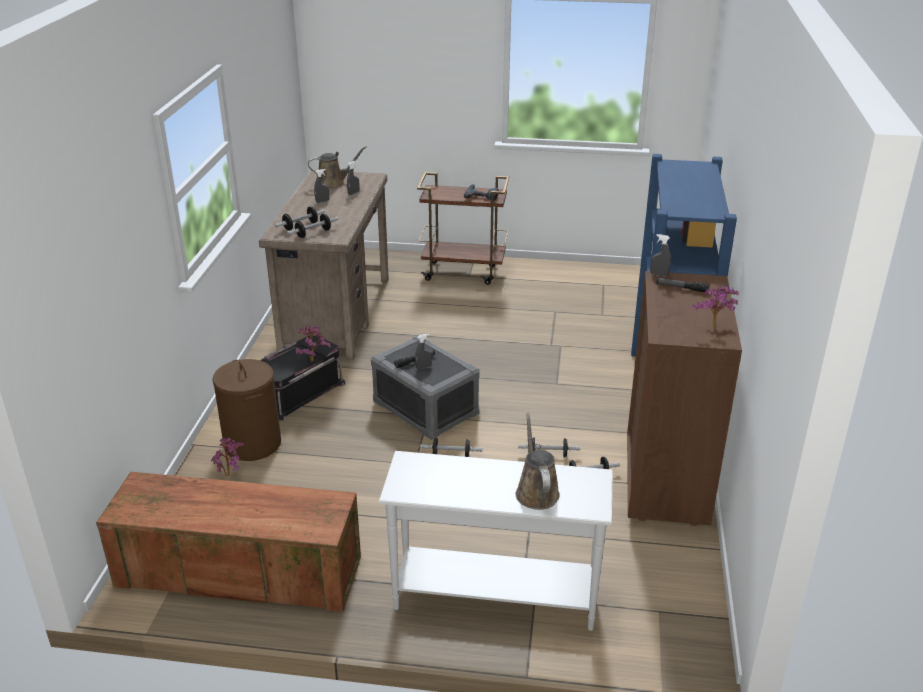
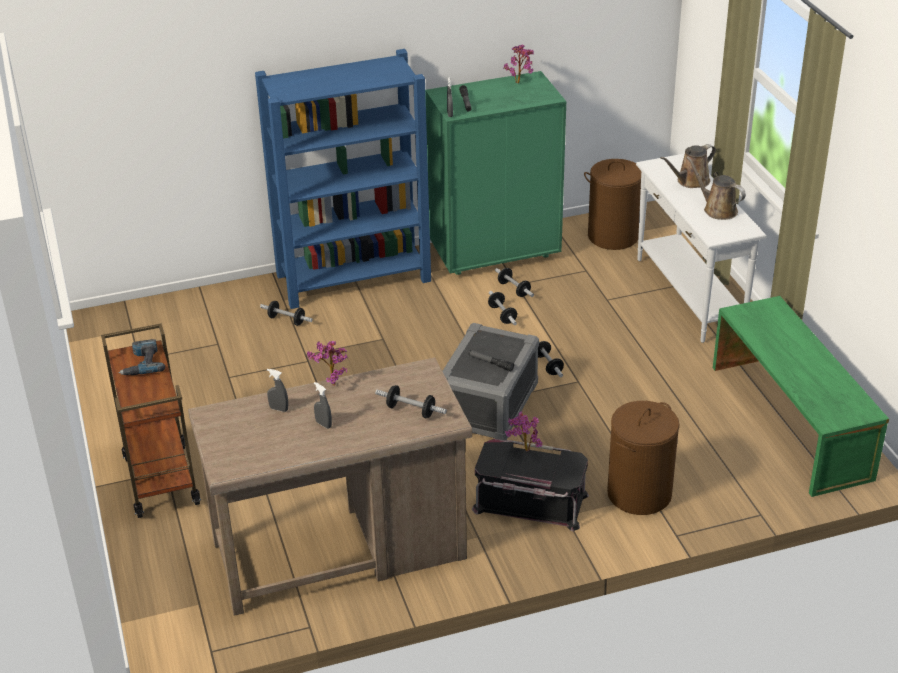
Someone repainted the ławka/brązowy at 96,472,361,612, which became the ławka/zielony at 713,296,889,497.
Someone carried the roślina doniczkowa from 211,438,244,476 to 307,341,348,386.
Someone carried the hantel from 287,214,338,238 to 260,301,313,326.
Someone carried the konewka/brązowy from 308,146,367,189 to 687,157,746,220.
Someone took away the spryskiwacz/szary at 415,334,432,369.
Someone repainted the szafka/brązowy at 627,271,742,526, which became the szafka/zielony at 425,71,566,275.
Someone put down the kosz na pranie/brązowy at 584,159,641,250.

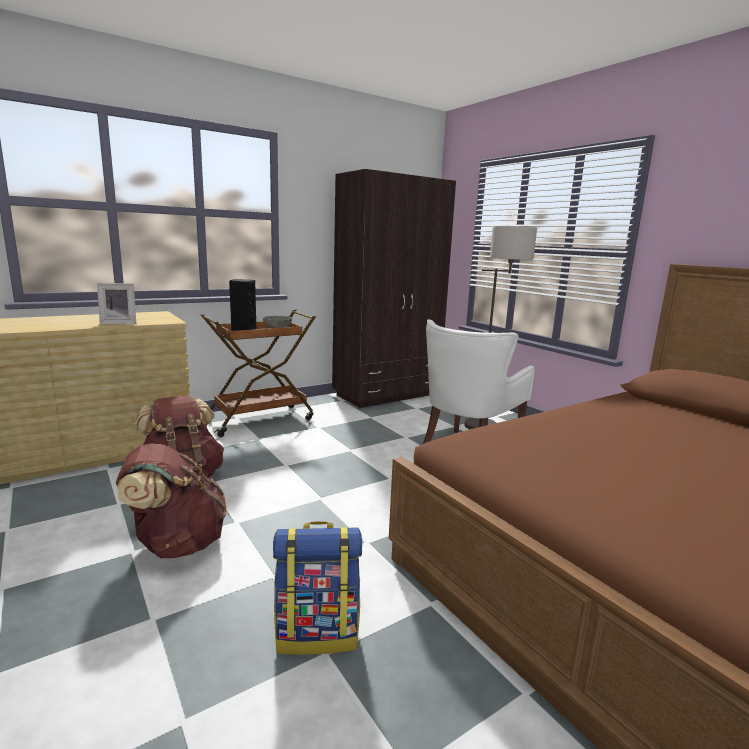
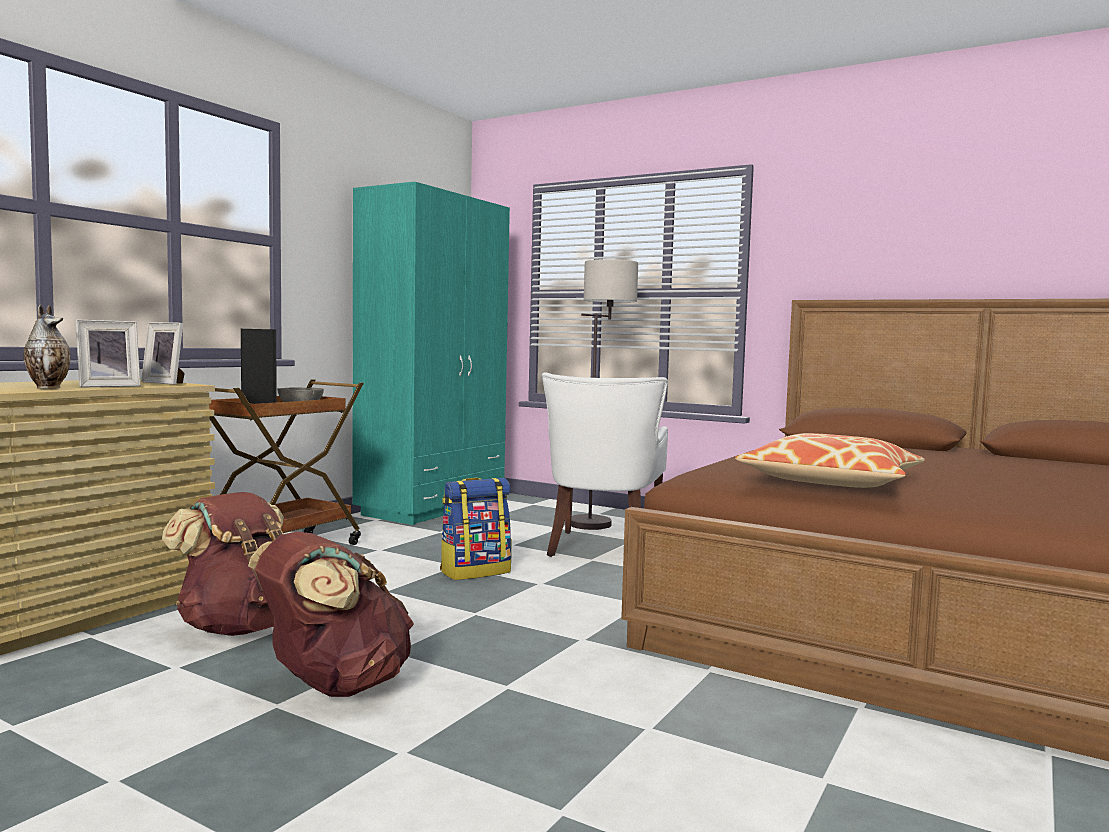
Someone carried the plecak from 273,521,362,655 to 440,478,512,580.
Someone repainted the szafa/brązowy at 332,169,456,409, which became the szafa/turkusowy at 352,182,510,525.
Someone put down the wazon at 23,304,71,389.
Someone put down the ramka na zdjęcie at 141,322,185,385.
Someone put down the poduszka at 735,433,925,488.

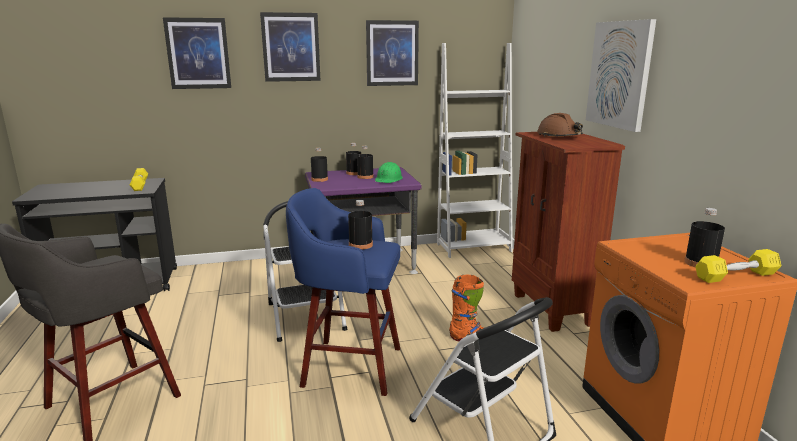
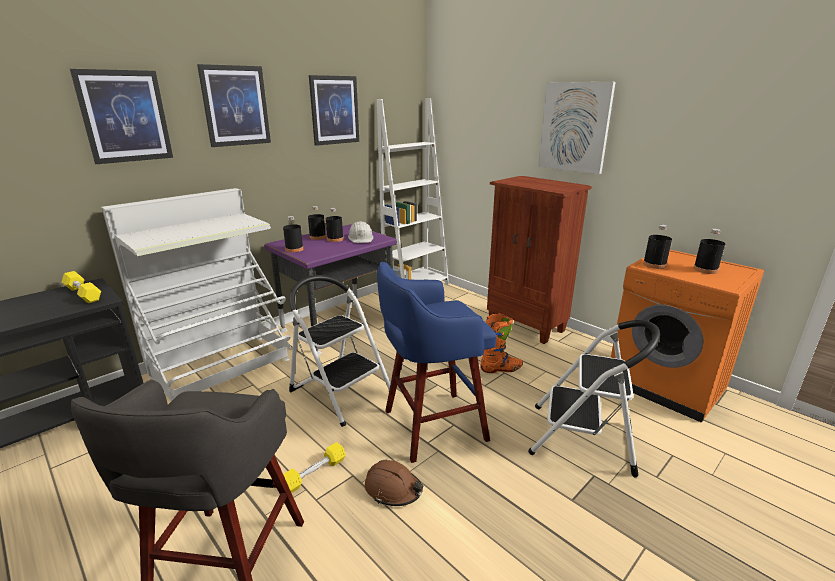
Someone carried the butelka/czarny from 348,200,373,250 to 643,225,672,269.
Someone repainted the kask/zielony at 375,162,403,183, which became the kask/biały at 348,221,374,243.
Someone carried the kask/brązowy from 537,113,583,137 to 365,459,423,506.
Someone carried the hantel/żółty from 696,249,781,283 to 283,442,345,493.
Someone put down the regał na buty/biały at 102,188,291,401.

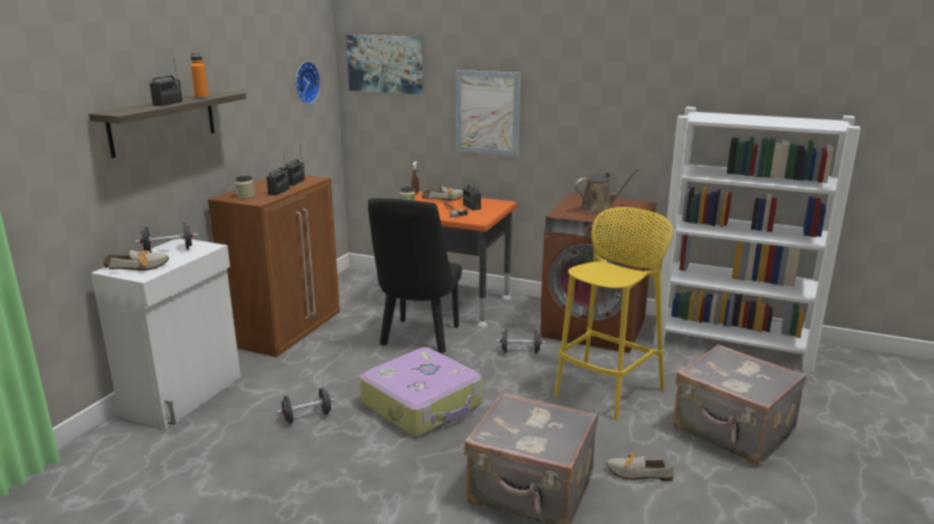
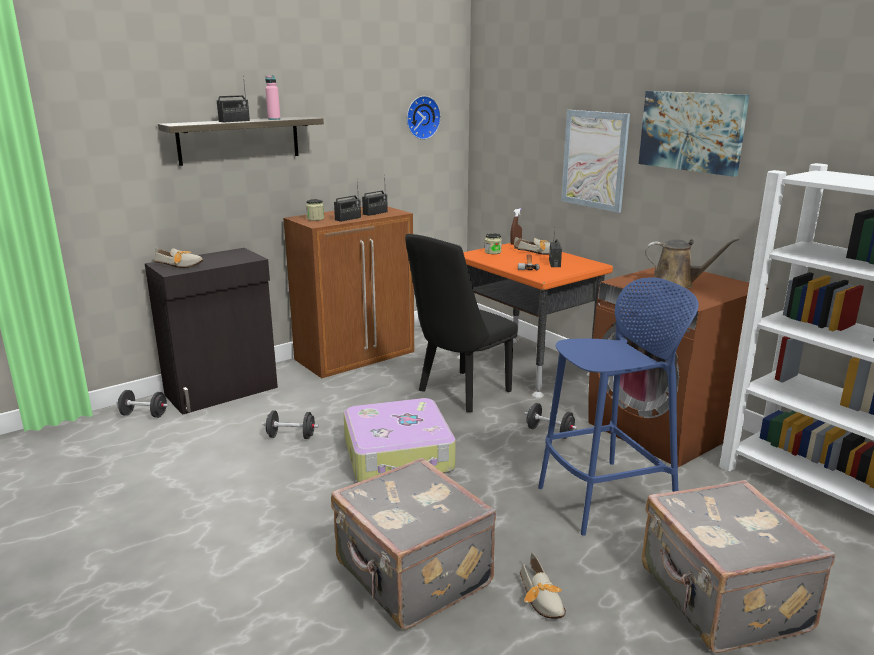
Someone repainted the szafka/biały at 91,239,241,430, which became the szafka/czarny at 145,248,278,415.
Someone carried the hantel/czarny from 135,223,198,253 to 116,390,168,418.
Someone repainted the butelka/pomarańczowy at 190,52,209,99, which became the butelka/różowy at 265,75,280,120.
Someone carried the obraz from 346,35,423,94 to 638,91,749,177.
Someone repainted the stołek/żółty at 554,207,673,420, which became the stołek/niebieski at 538,277,699,536.
Someone rotated the but at 606,454,674,481 by 150 degrees counterclockwise.

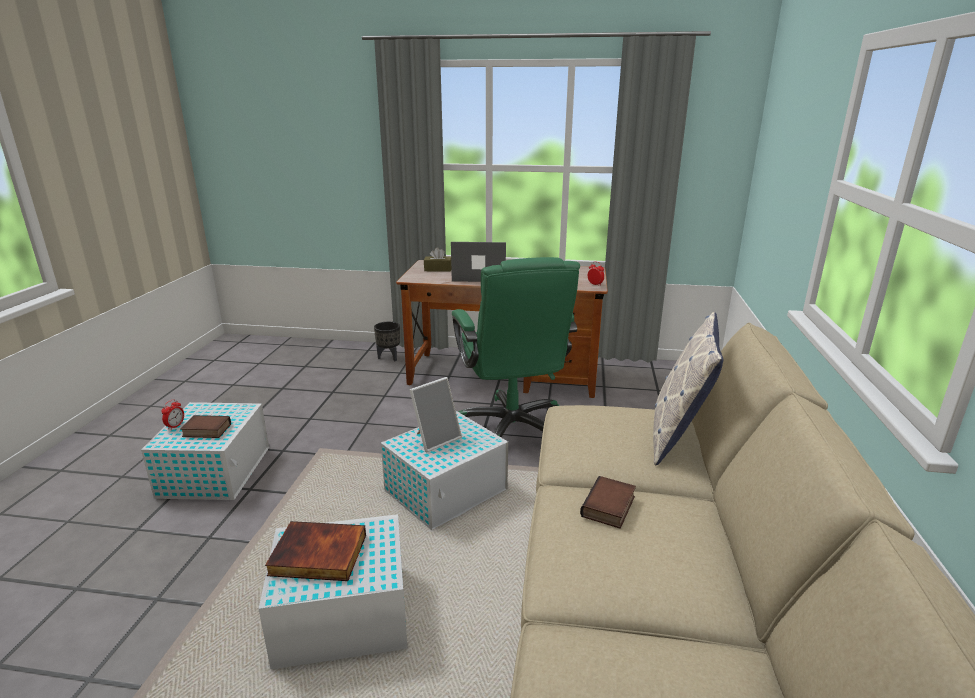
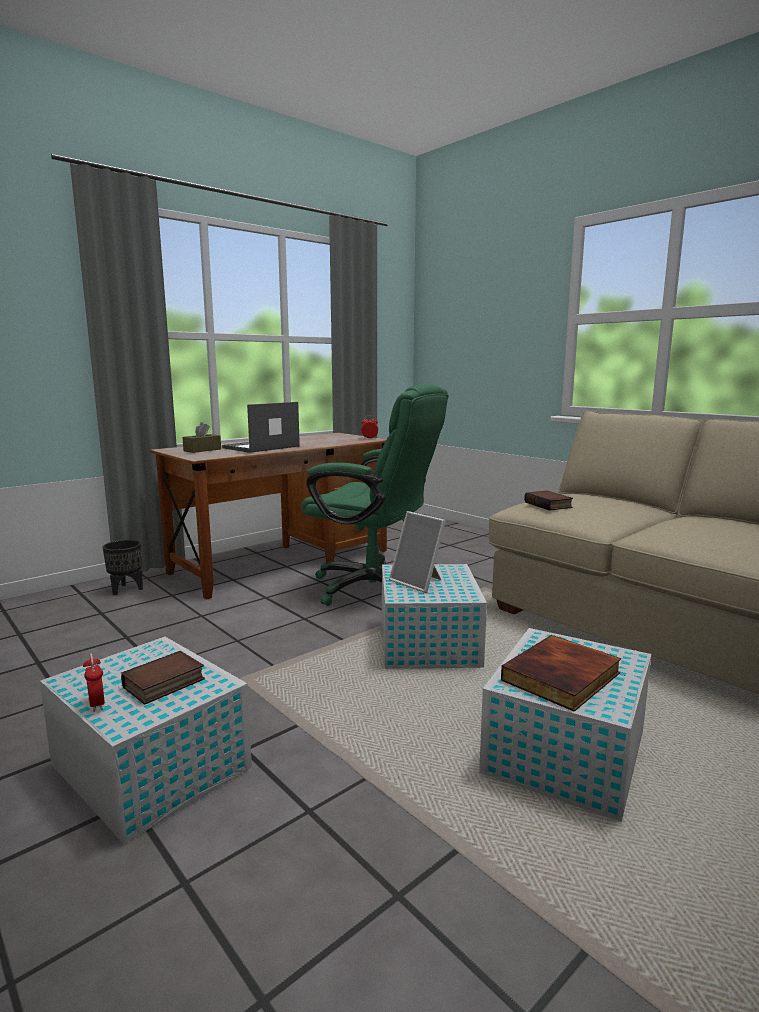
Someone rotated the ramka na zdjęcie at 410,377,462,452 by 135 degrees clockwise.
Someone carried the książka from 580,476,636,529 to 524,490,573,511.
Someone took away the poduszka at 653,312,723,465.

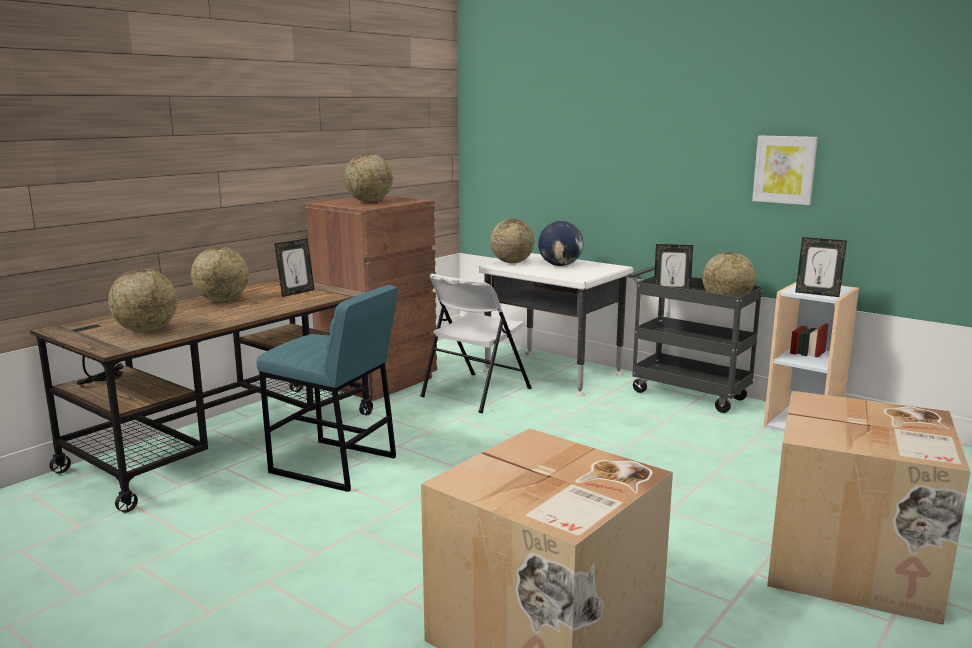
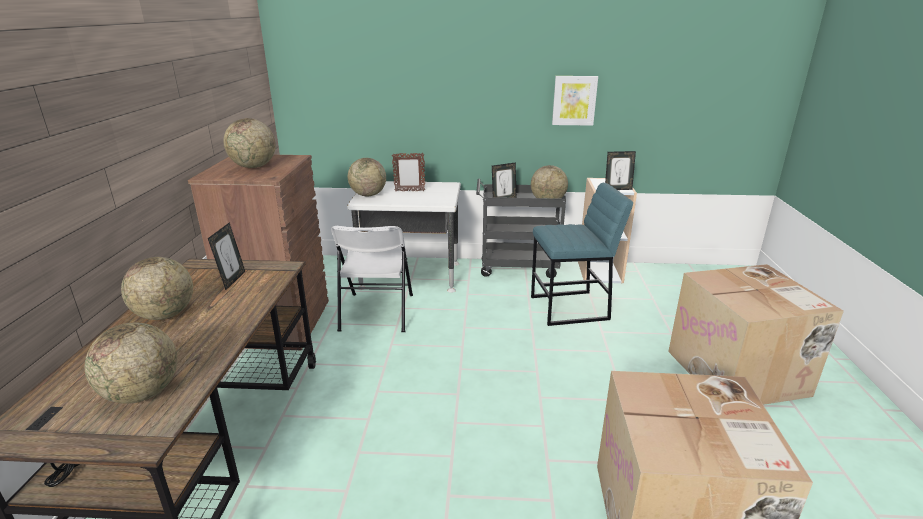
Someone carried the stołek/niebieski from 256,285,399,492 to 531,183,633,326.
Someone swapped the globus at 538,221,583,266 for the ramka na zdjęcie at 392,153,425,191.

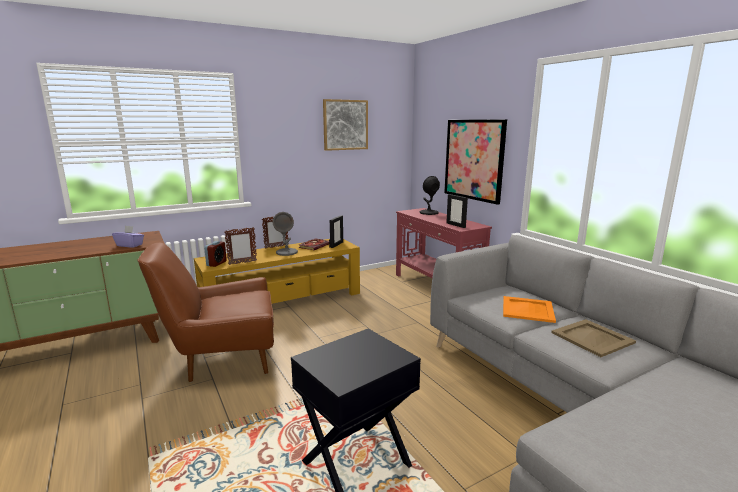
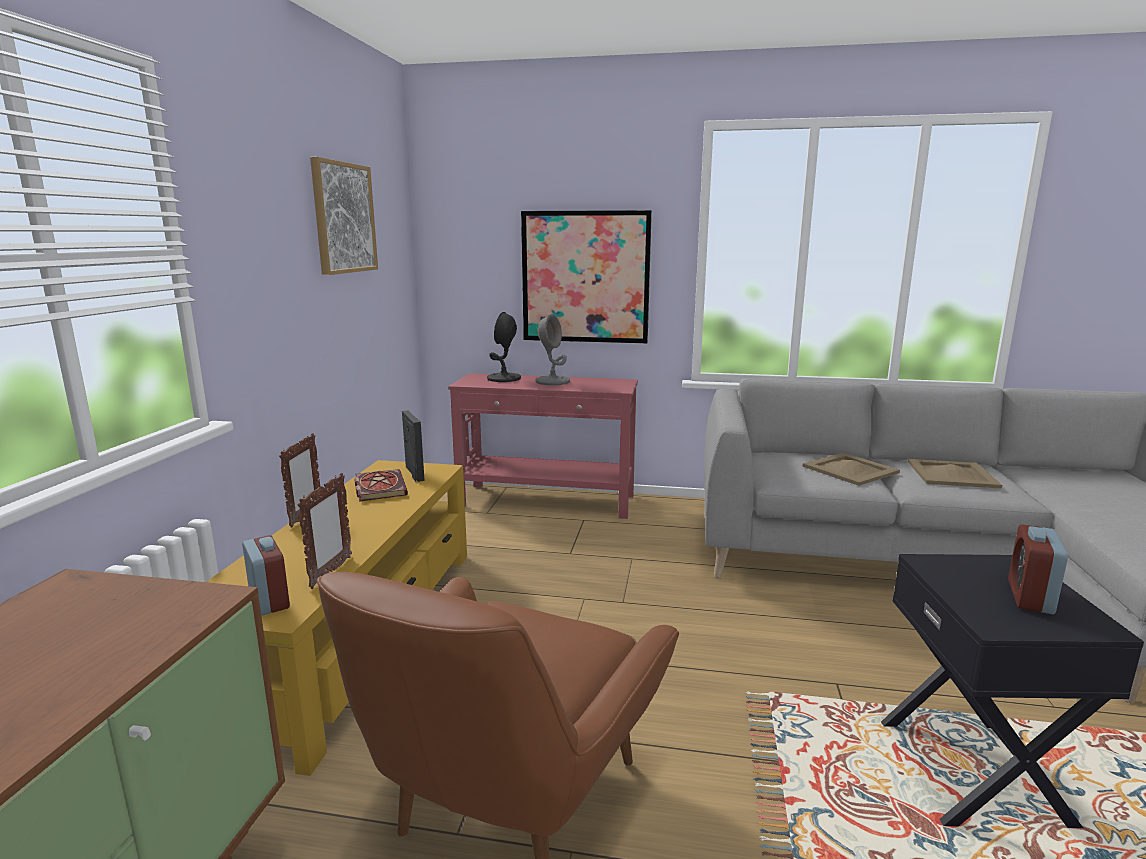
Someone took away the pudełko chusteczek/fioletowy at 112,226,144,248.
Someone carried the lampa stołowa/szary from 273,212,298,256 to 535,314,570,385.
Someone took away the ramka na zdjęcie at 446,194,468,228.
Someone repainted the taca/pomarańczowy at 503,296,556,323, which became the taca/beżowy at 802,453,900,486.
Someone put down the budzik at 1008,524,1068,614.

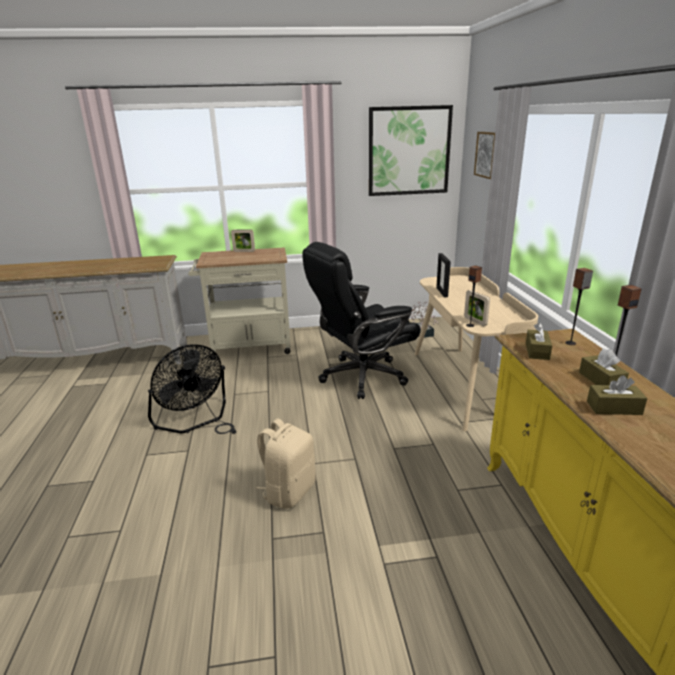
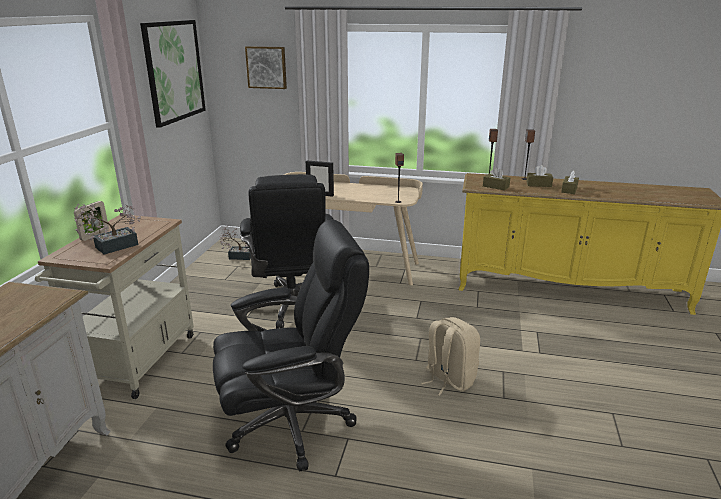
Someone swapped the wentylator/czarny at 148,344,236,434 for the krzesło biurowe/czarny at 213,220,369,472.
Someone took away the ramka na zdjęcie at 464,290,490,326.
Someone put down the roślina doniczkowa at 74,203,141,254.

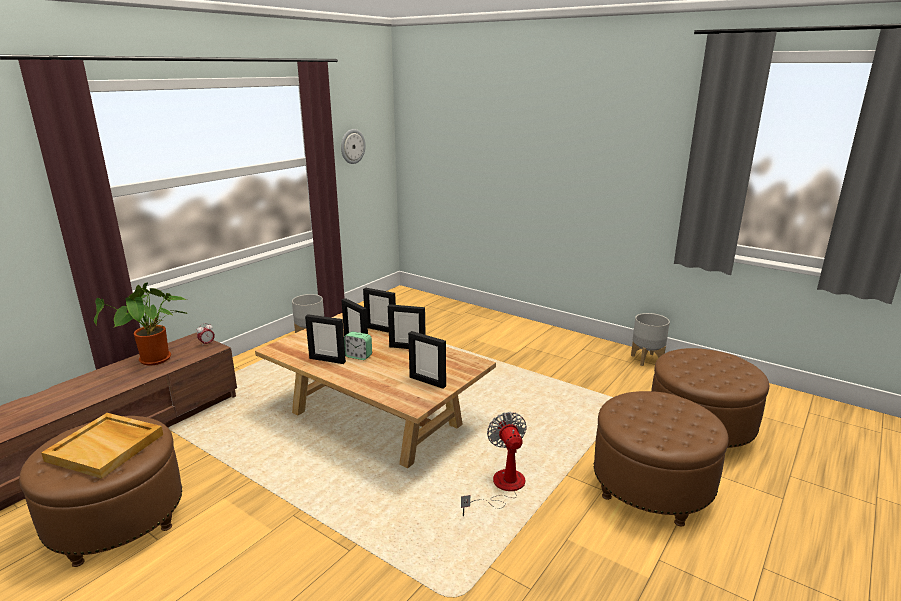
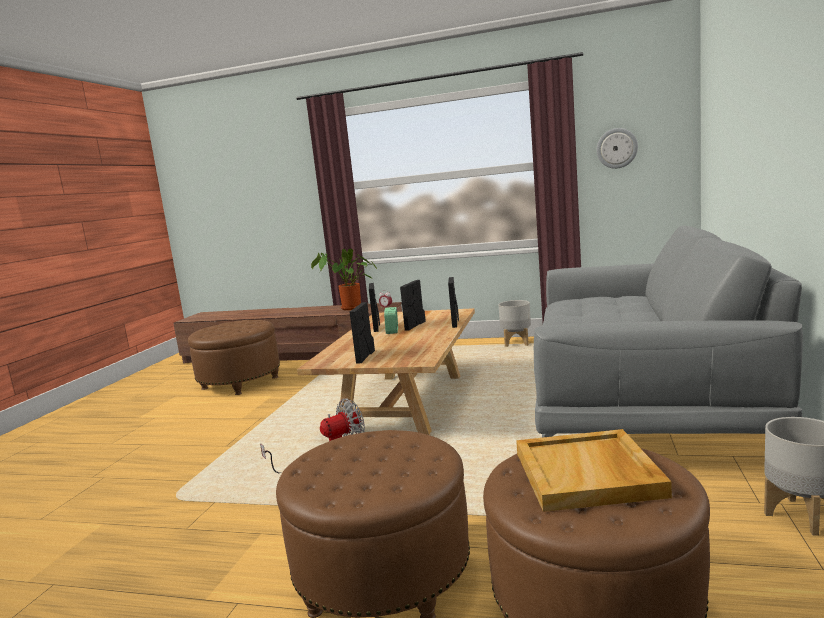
Someone carried the taca/beżowy from 41,413,163,479 to 516,429,672,512.
Someone took away the ramka na zdjęcie at 388,304,426,349.
Someone put down the kanapa/szary at 534,226,803,438.

